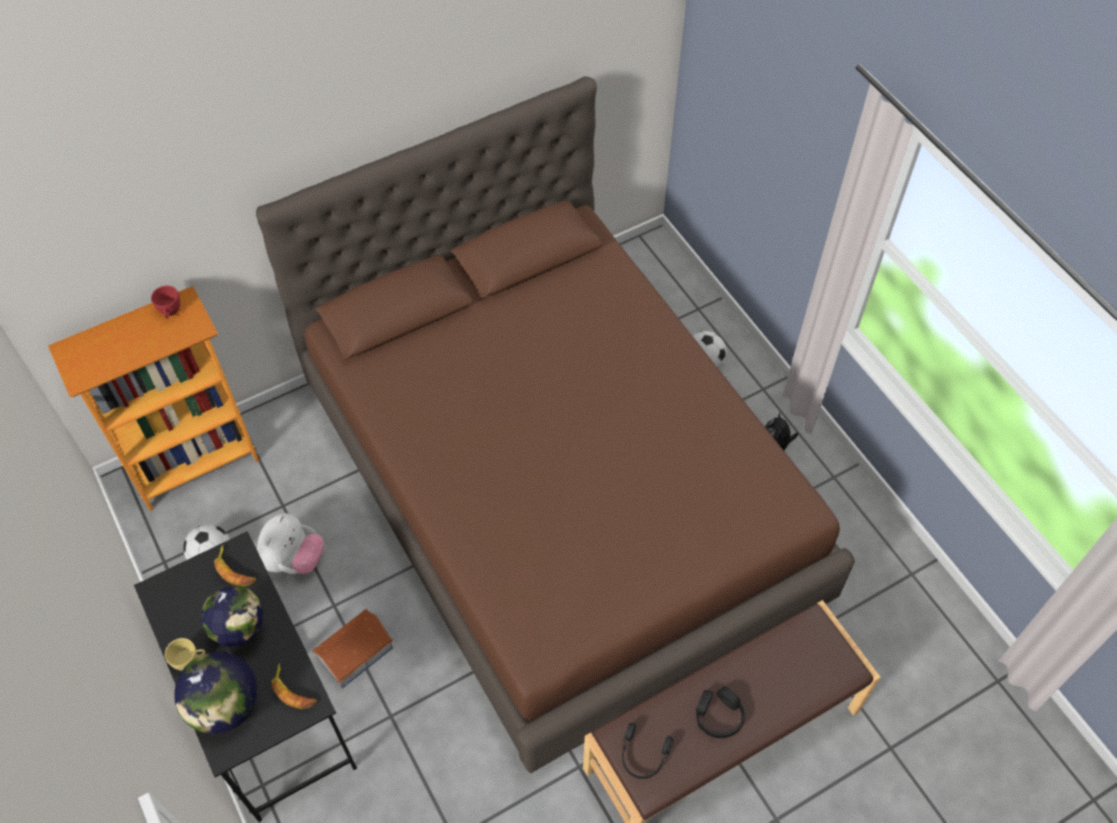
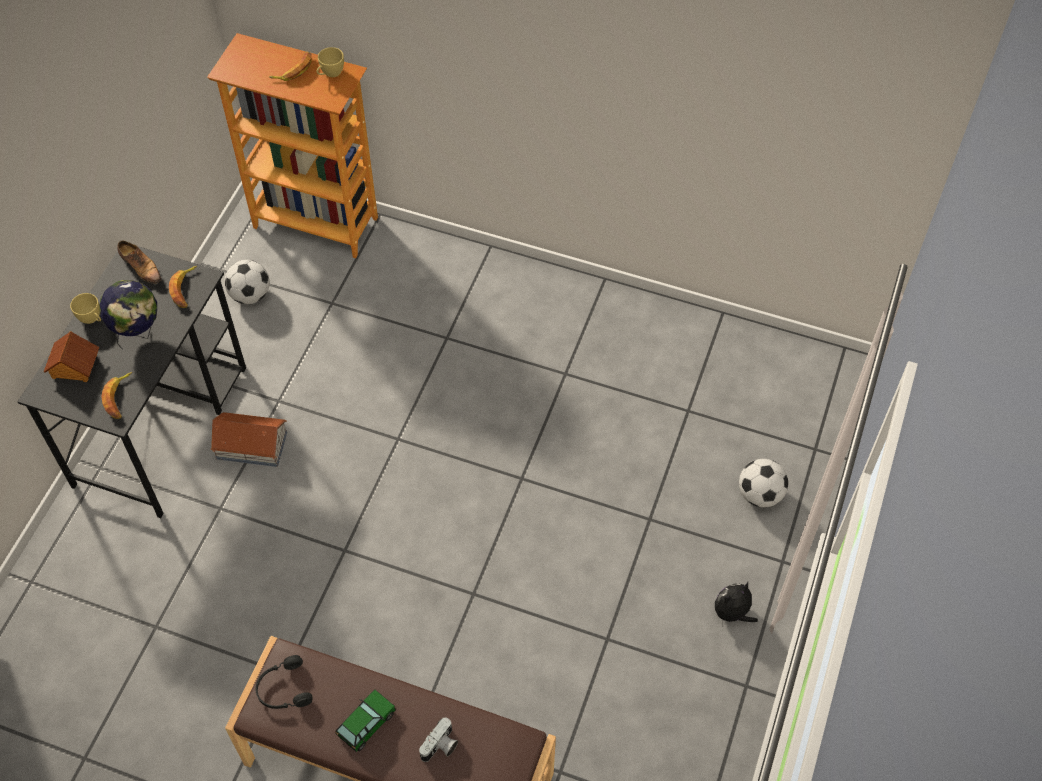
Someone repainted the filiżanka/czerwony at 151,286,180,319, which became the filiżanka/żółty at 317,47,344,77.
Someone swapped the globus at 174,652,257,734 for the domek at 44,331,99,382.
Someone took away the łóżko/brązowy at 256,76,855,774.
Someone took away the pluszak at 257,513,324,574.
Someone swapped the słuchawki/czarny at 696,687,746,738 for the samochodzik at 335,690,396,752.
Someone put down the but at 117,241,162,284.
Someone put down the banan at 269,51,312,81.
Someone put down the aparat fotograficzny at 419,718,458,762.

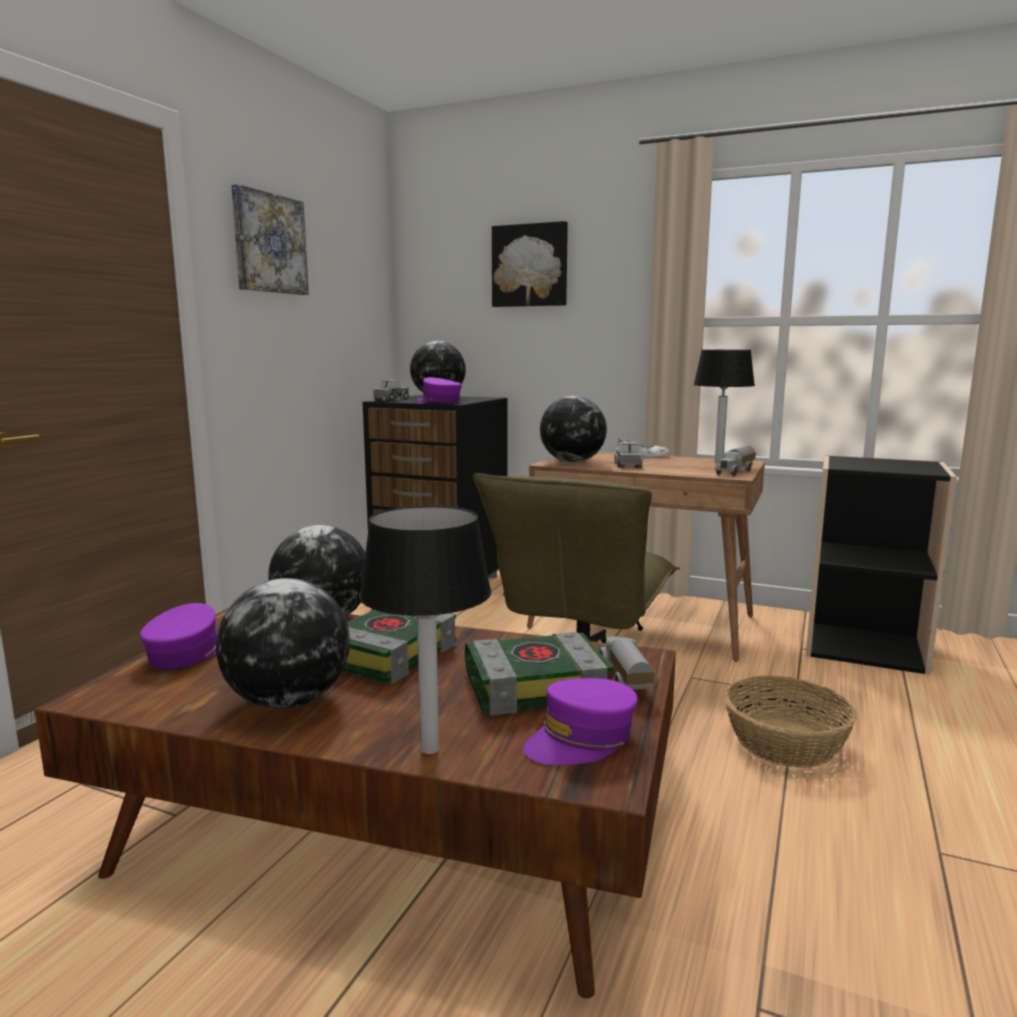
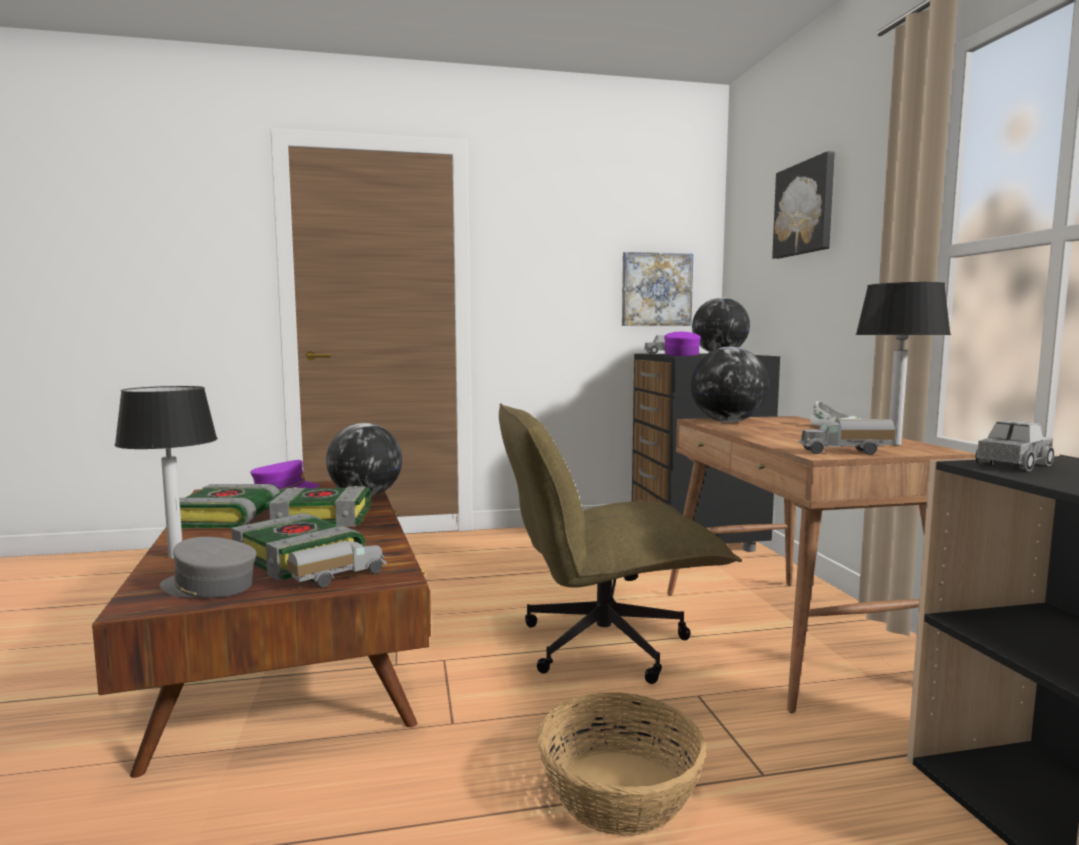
Someone swapped the globus at 216,578,350,709 for the książka at 179,484,280,528.
Someone carried the obraz from 231,184,309,295 to 622,252,693,326.
Someone repainted the czapka z daszkiem/fioletowy at 523,678,638,765, which became the czapka z daszkiem/szary at 160,537,257,598.
Someone carried the ciężarówka zabawkowa from 614,442,643,468 to 976,420,1054,471.

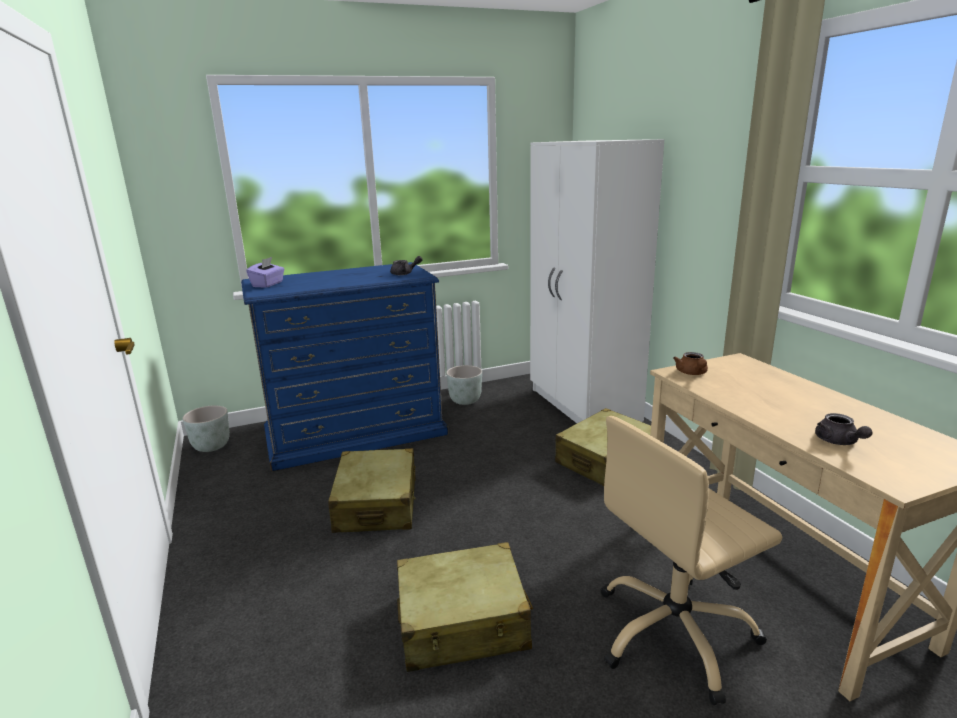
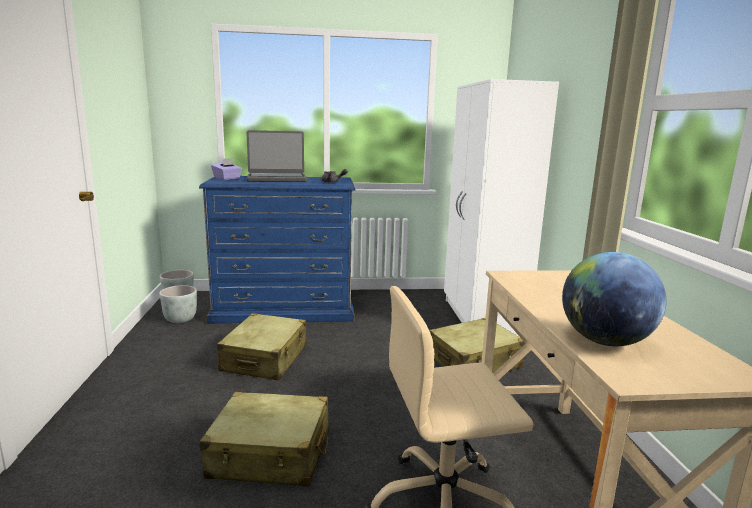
Someone carried the donica/szary from 446,365,482,405 to 159,285,197,323.
Someone took away the imbryk/brązowy at 673,352,708,375.
Someone swapped the imbryk/szary at 815,413,873,445 for the globus at 562,252,667,346.
Someone put down the laptop at 247,130,307,182.

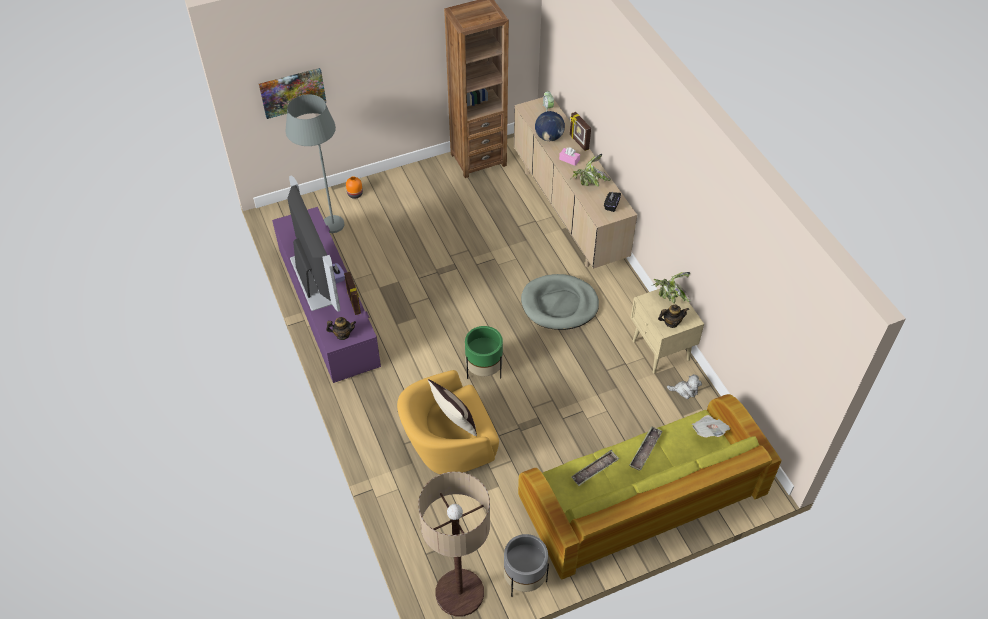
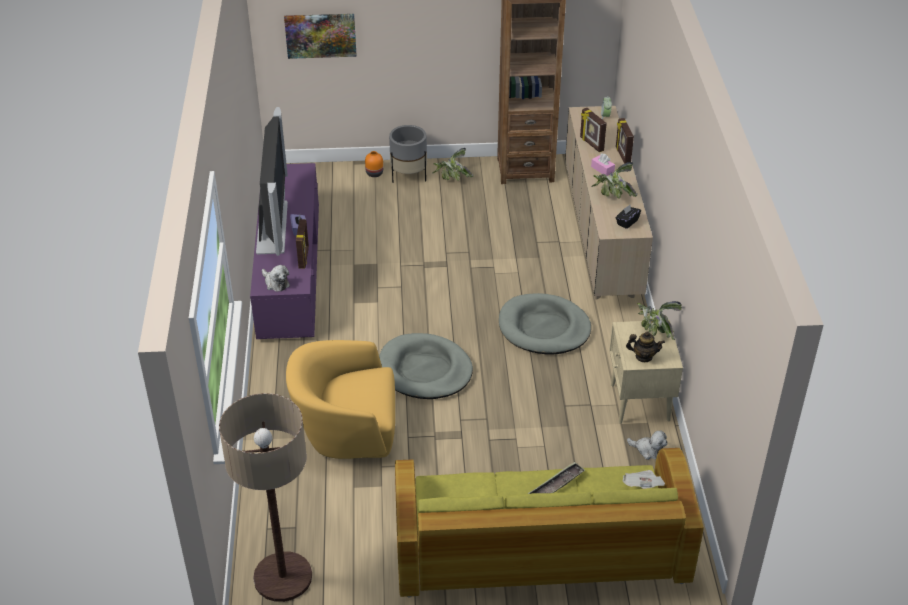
Someone took away the lampa stojąca/szary at 286,94,344,233.
Someone swapped the imbryk at 326,317,356,340 for the pluszak at 262,265,290,292.
Someone took away the poduszka at 428,379,477,436.
Someone swapped the donica/zielony at 465,326,503,379 for the legowisko/szary at 379,333,473,399.
Someone carried the donica/szary from 504,534,549,597 to 389,125,427,183.
Someone swapped the globus at 535,111,565,141 for the ramka na zdjęcie at 580,108,607,152.
Someone took away the taca at 571,450,619,486.
Someone put down the roślina doniczkowa at 433,148,473,181.

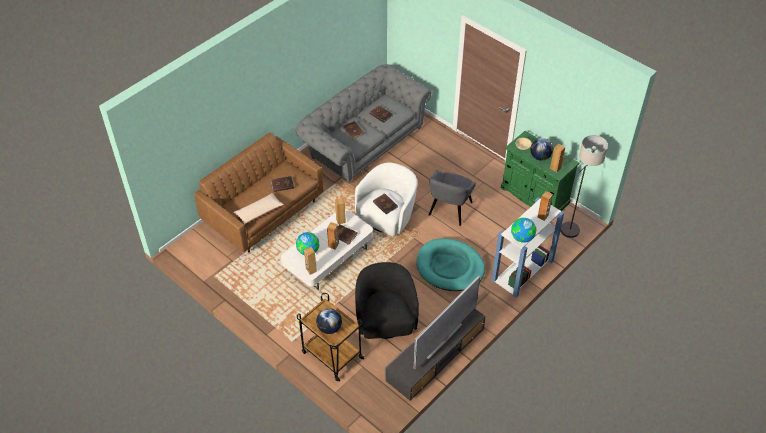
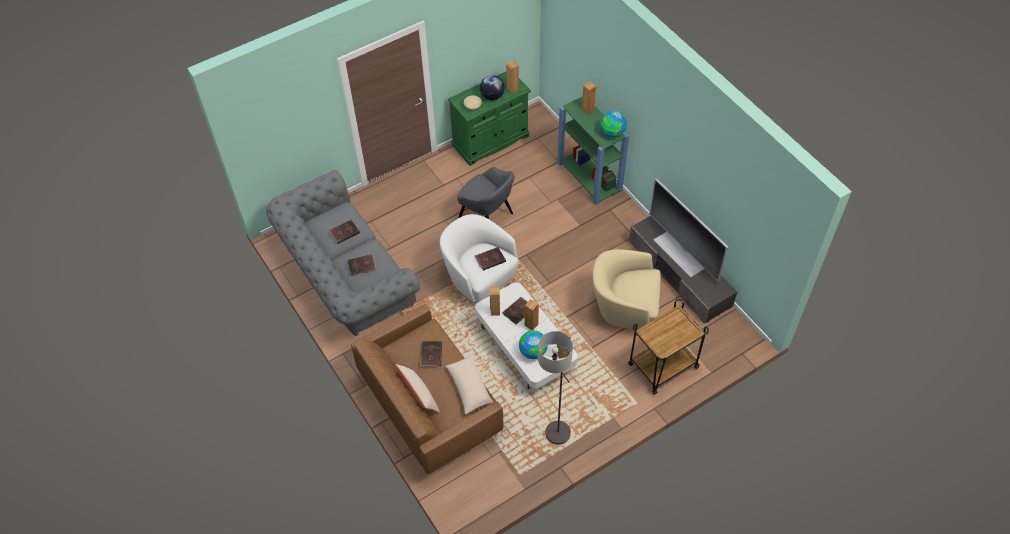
Someone took away the globus at 316,308,342,334.
Someone repainted the fotel/czarny at 355,262,419,339, which became the fotel/beżowy at 593,250,661,330.
Someone took away the legowisko/turkusowy at 416,238,485,291.
Someone repainted the regał/biały at 491,197,564,298, which became the regał/zielony at 557,96,629,205.
Someone carried the lampa stojąca/szary from 560,135,608,238 to 538,331,573,444.
Someone put down the poduszka/beżowy at 396,364,440,413.

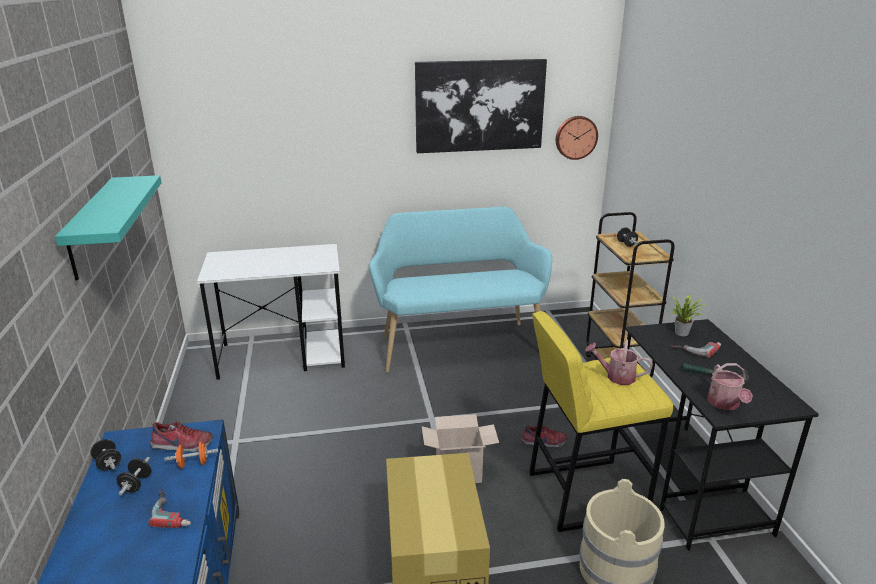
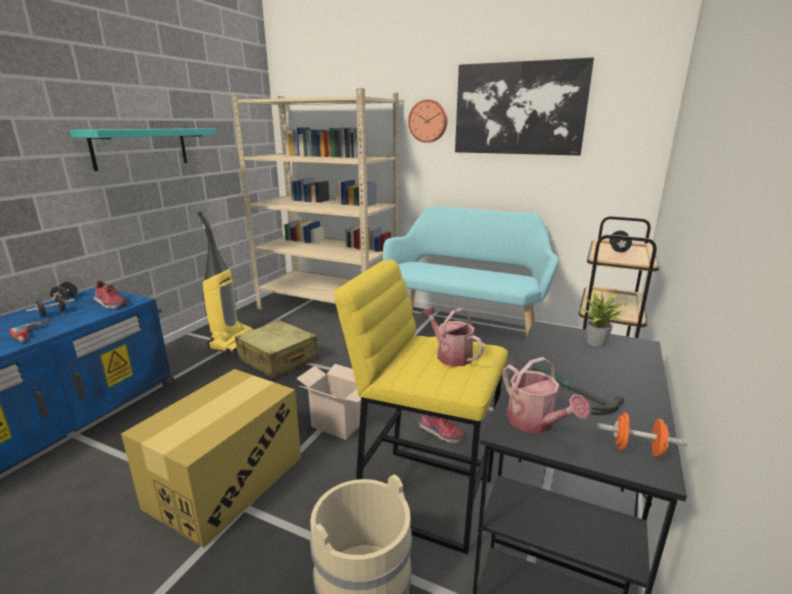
Someone carried the hantel/pomarańczowy from 165,442,218,469 to 596,412,688,458.
Someone swapped the biurko/biały at 197,244,345,380 for the regał/beżowy at 232,88,398,309.
Someone carried the zegar ścienny from 556,116,598,160 to 408,99,447,143.
Someone took away the wiertarka at 671,342,721,358.
Someone rotated the konewka at 708,363,753,410 by 60 degrees counterclockwise.
Someone put down the odkurzacz at 198,211,253,354.
Someone put down the walizka/beżowy at 235,320,319,379.

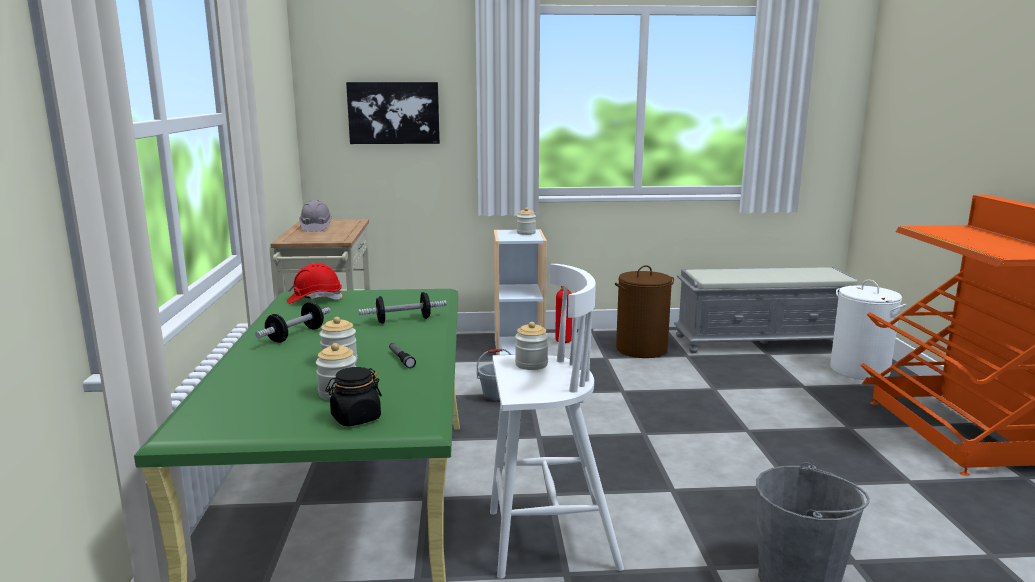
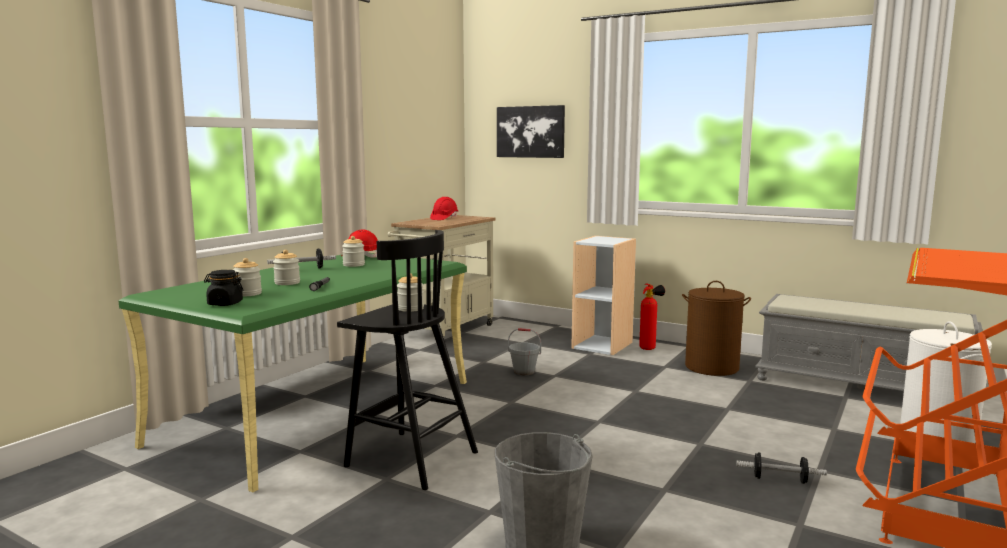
Someone repainted the kask/szary at 299,200,332,232, which became the kask/czerwony at 430,197,459,220.
Someone carried the hantel from 358,292,446,324 to 736,452,827,484.
Someone repainted the stołek/biały at 490,264,624,579, which became the stołek/czarny at 337,230,478,490.
Someone carried the słoik from 517,207,536,235 to 342,236,365,267.

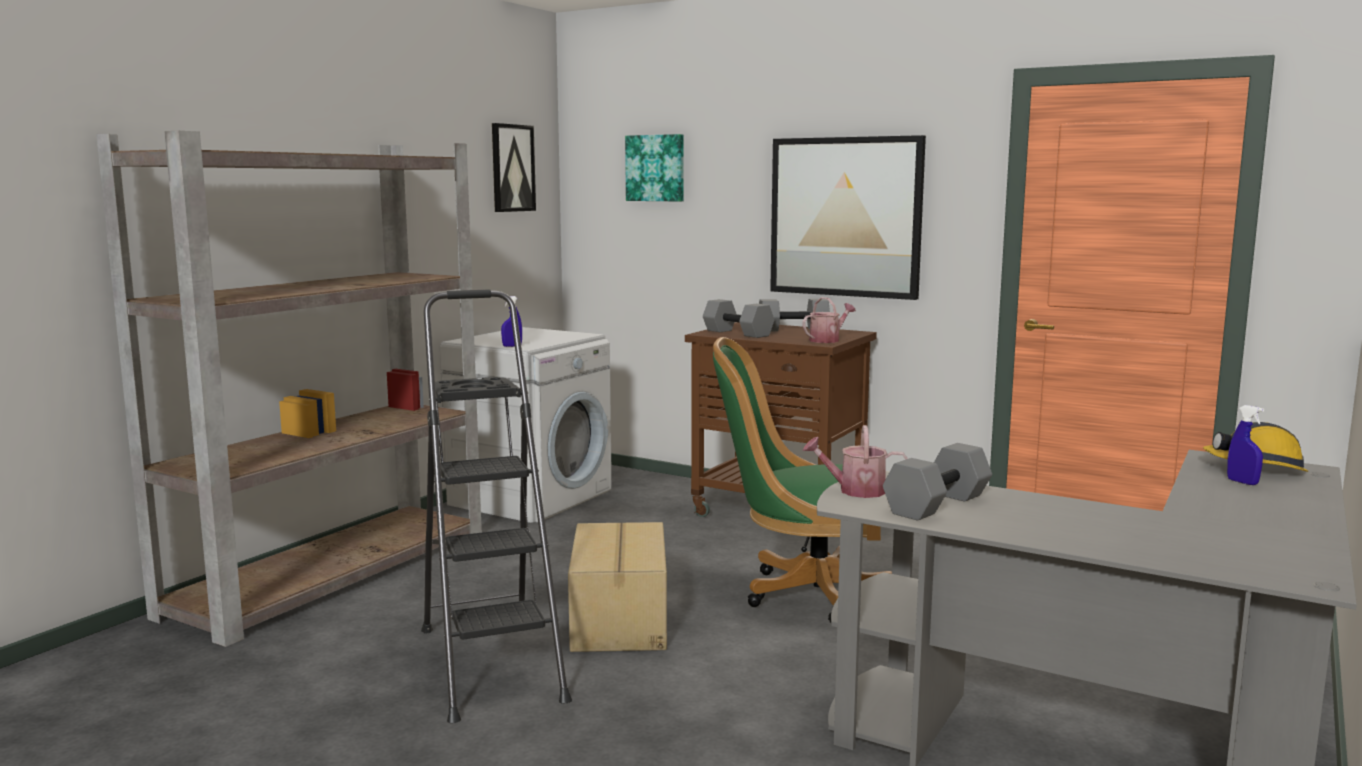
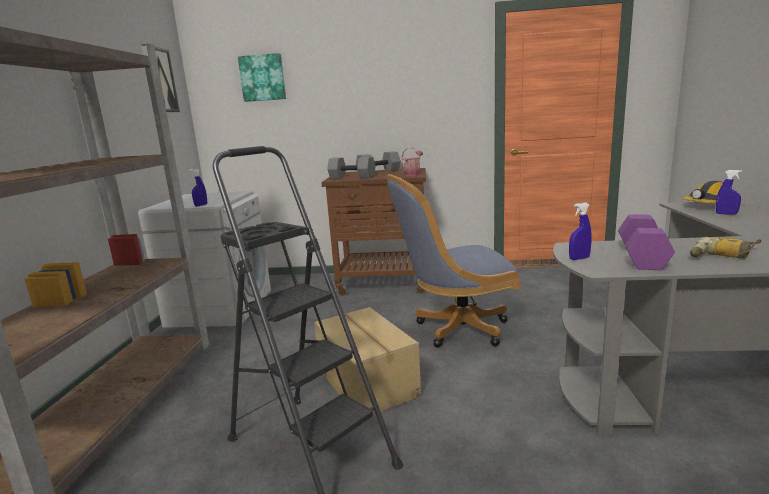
Someone repainted the krzesło biurowe/zielony at 713,337,892,623, which became the krzesło biurowe/niebieski at 387,174,520,348.
Someone took away the obraz at 770,135,926,300.
Someone swapped the konewka at 802,425,908,498 for the spryskiwacz/niebieski at 569,202,592,260.
Someone repainted the hantel/szary at 883,443,992,521, which became the hantel/fioletowy at 618,214,675,270.
Someone put down the wiertarka at 690,237,761,259.

